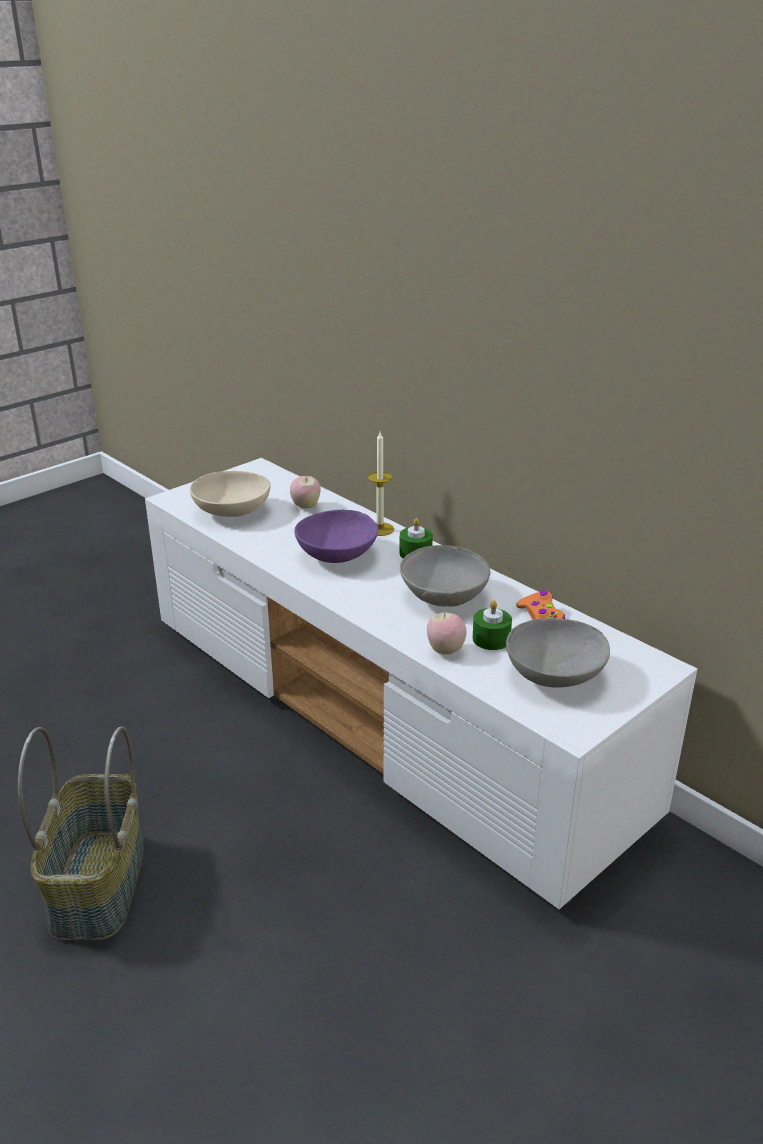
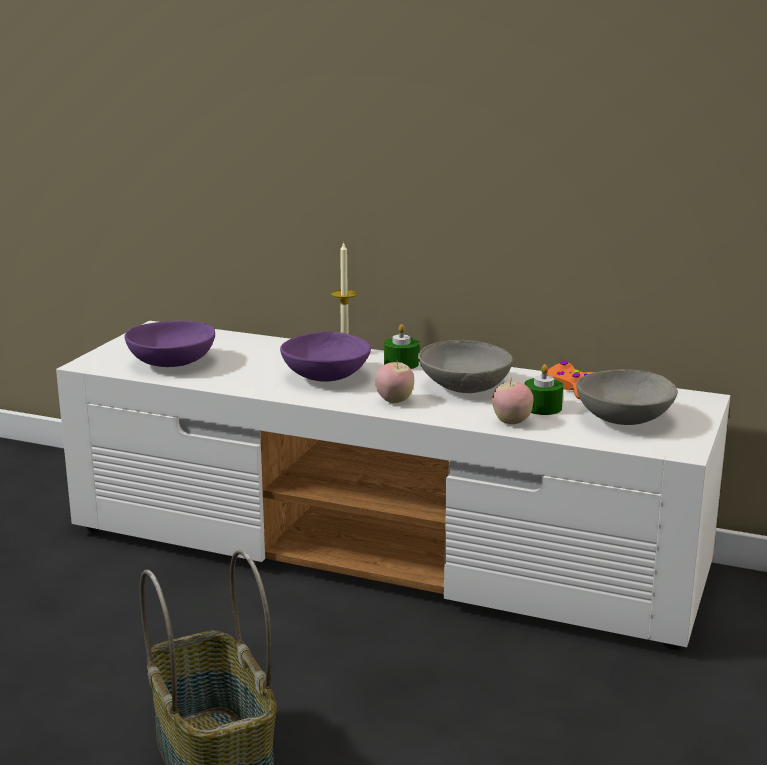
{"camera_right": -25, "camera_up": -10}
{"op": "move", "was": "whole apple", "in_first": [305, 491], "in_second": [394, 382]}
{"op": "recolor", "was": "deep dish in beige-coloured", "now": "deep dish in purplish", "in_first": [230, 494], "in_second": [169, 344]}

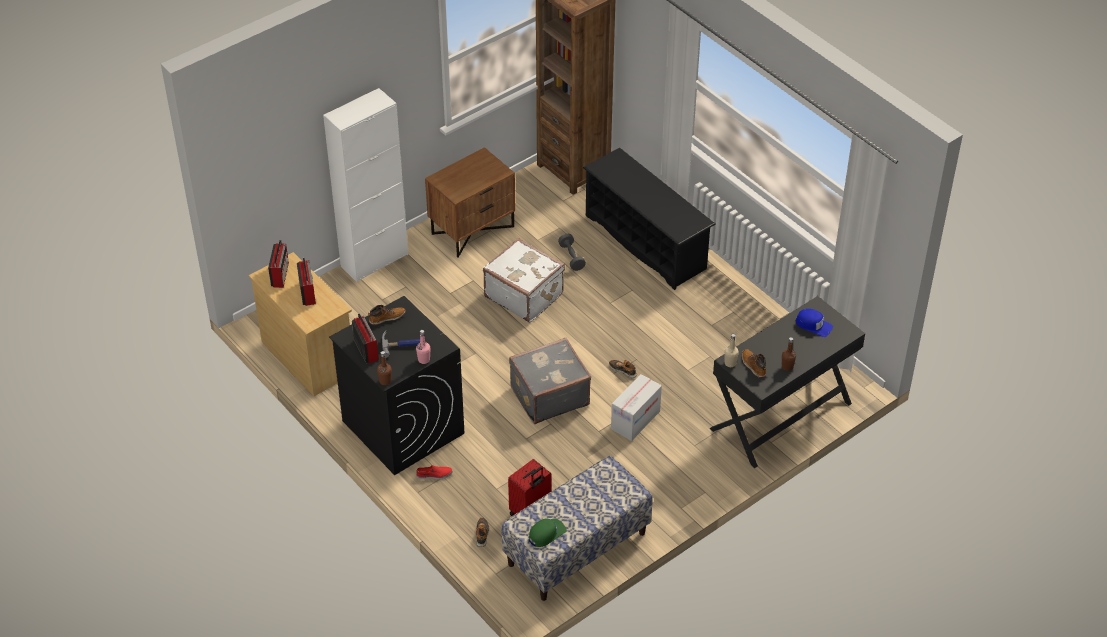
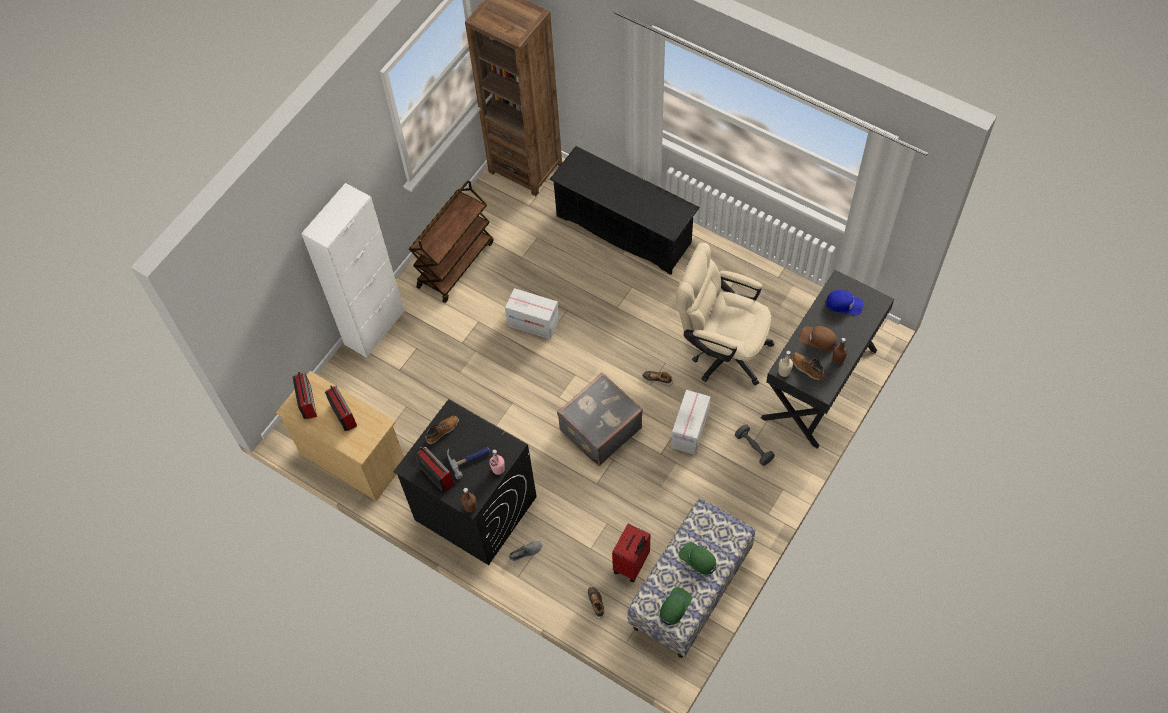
{"camera_right": -15, "camera_up": 15}
{"op": "insert", "now": "office chair in beige-coloured", "in_second": [725, 313]}
{"op": "insert", "now": "cap in green-coloured", "in_second": [697, 558]}
{"op": "insert", "now": "cap in brown-coloured", "in_second": [818, 338]}
{"op": "move", "was": "free weight in grey", "in_first": [572, 252], "in_second": [755, 445]}
{"op": "replace", "was": "night table in brown-coloured", "now": "trolley in brown-coloured", "in_first": [470, 202], "in_second": [451, 242]}
{"op": "replace", "was": "travel case in white", "now": "carton", "in_first": [524, 280], "in_second": [532, 313]}
{"op": "recolor", "was": "shoe in red", "now": "shoe in grey", "in_first": [434, 472], "in_second": [526, 551]}

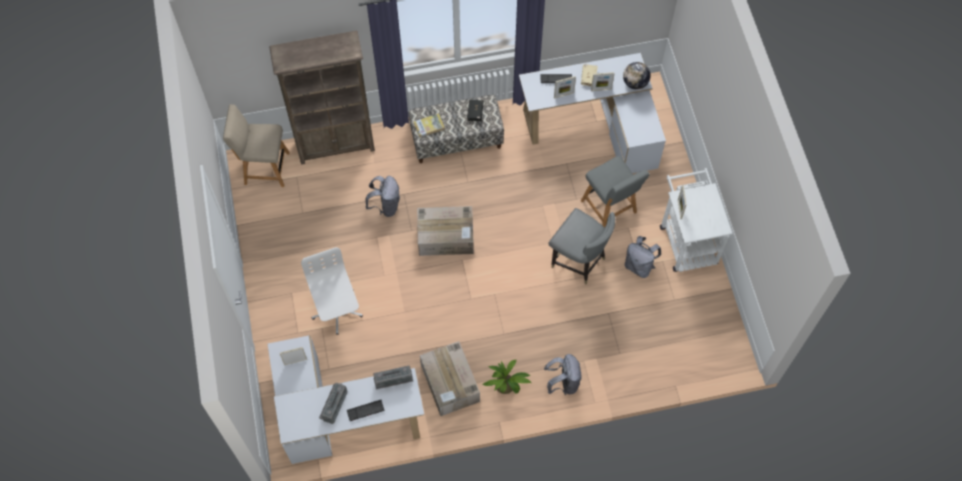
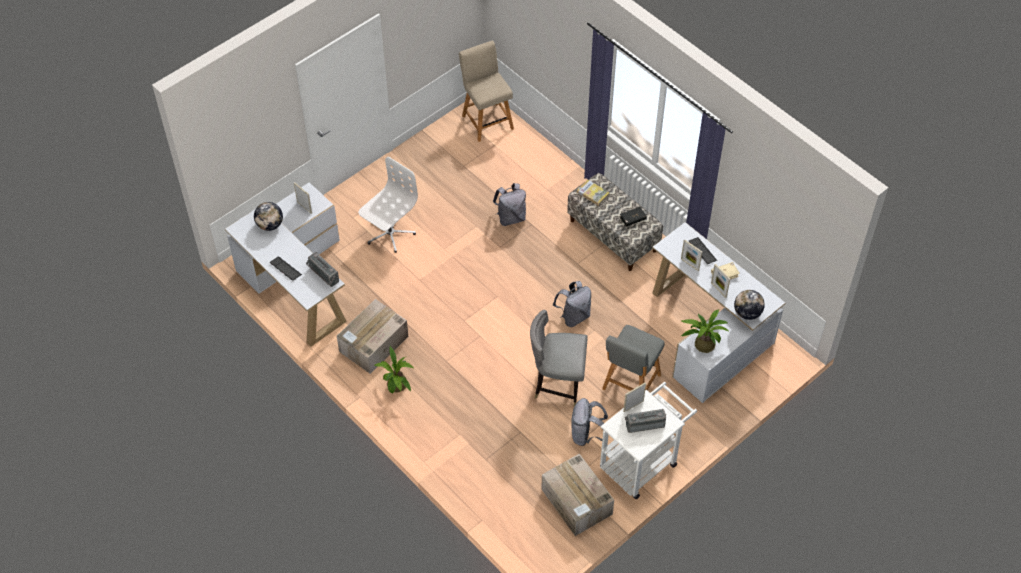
{"camera_right": 60, "camera_up": -10}
{"op": "delete", "was": "bookshelf in brown-coloured", "in_first": [322, 97]}
{"op": "insert", "now": "world globe", "in_second": [268, 216]}
{"op": "insert", "now": "houseplant", "in_second": [705, 331]}
{"op": "move", "was": "radio set", "in_first": [333, 403], "in_second": [645, 421]}
{"op": "move", "was": "carton", "in_first": [445, 231], "in_second": [577, 494]}
{"op": "move", "was": "knapsack in grey", "in_first": [563, 374], "in_second": [572, 304]}
{"op": "rotate", "was": "chair in grey", "in_first": [582, 246], "in_second": [559, 358], "clockwise": 90}

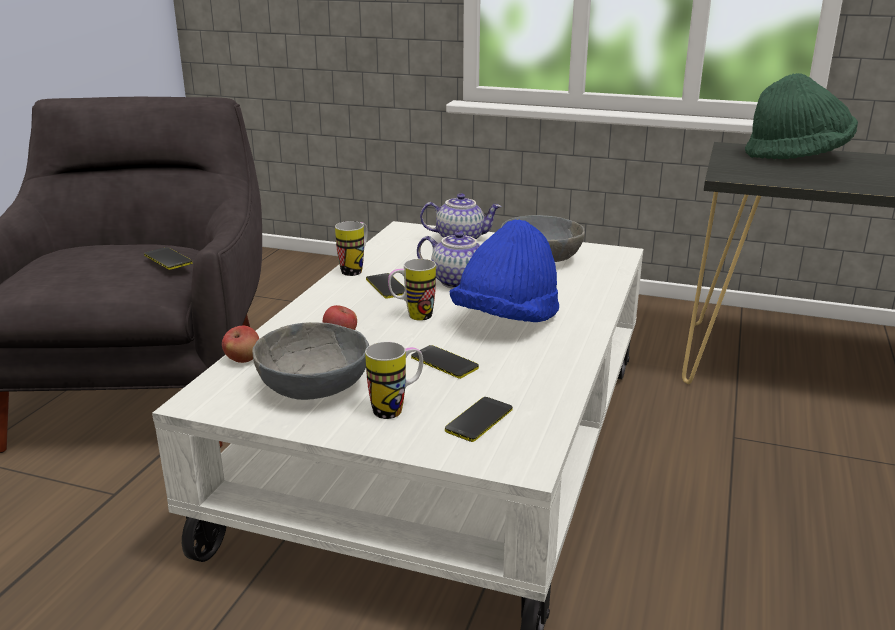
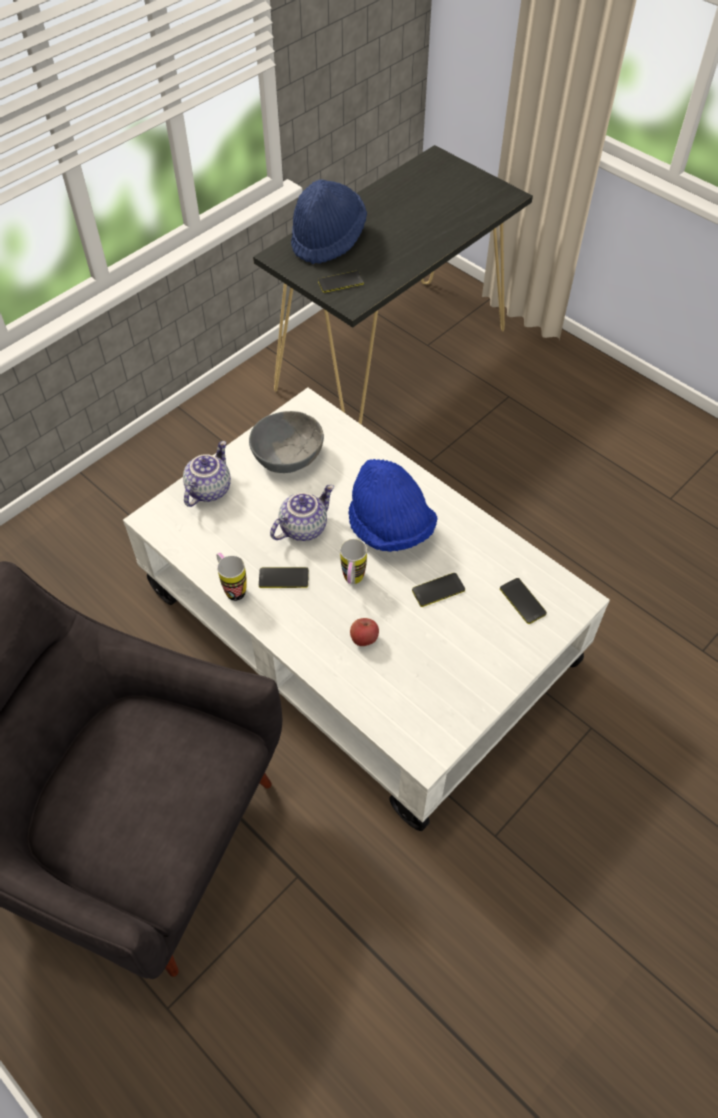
{"camera_right": -65, "camera_up": 30}
{"op": "delete", "was": "whole apple", "in_first": [240, 344]}
{"op": "delete", "was": "deep dish in grey", "in_first": [310, 361]}
{"op": "delete", "was": "mug", "in_first": [394, 380]}
{"op": "move", "was": "telephone", "in_first": [168, 258], "in_second": [341, 282]}
{"op": "recolor", "was": "wearable hat in green-coloured", "now": "wearable hat in bluish", "in_first": [801, 116], "in_second": [329, 221]}

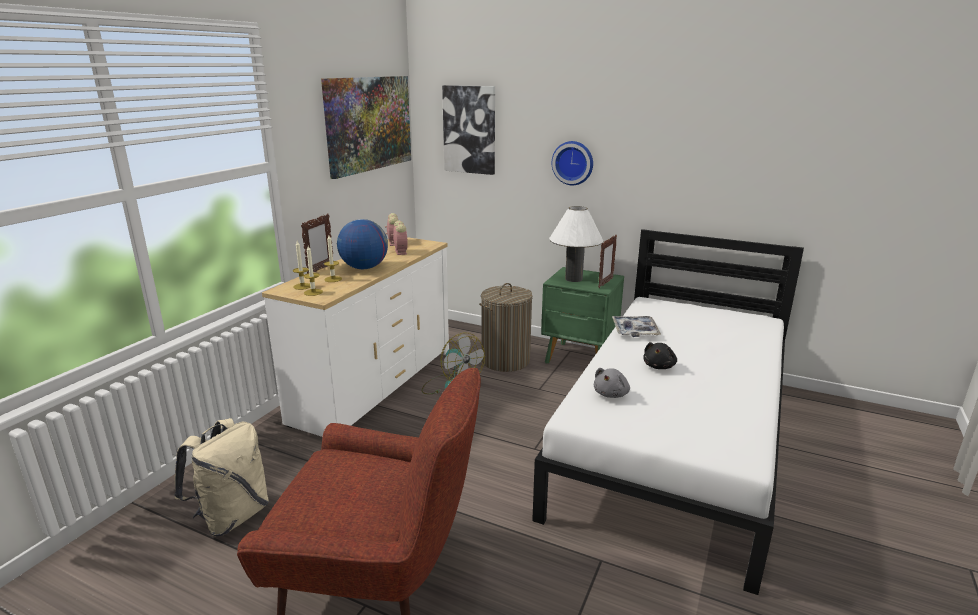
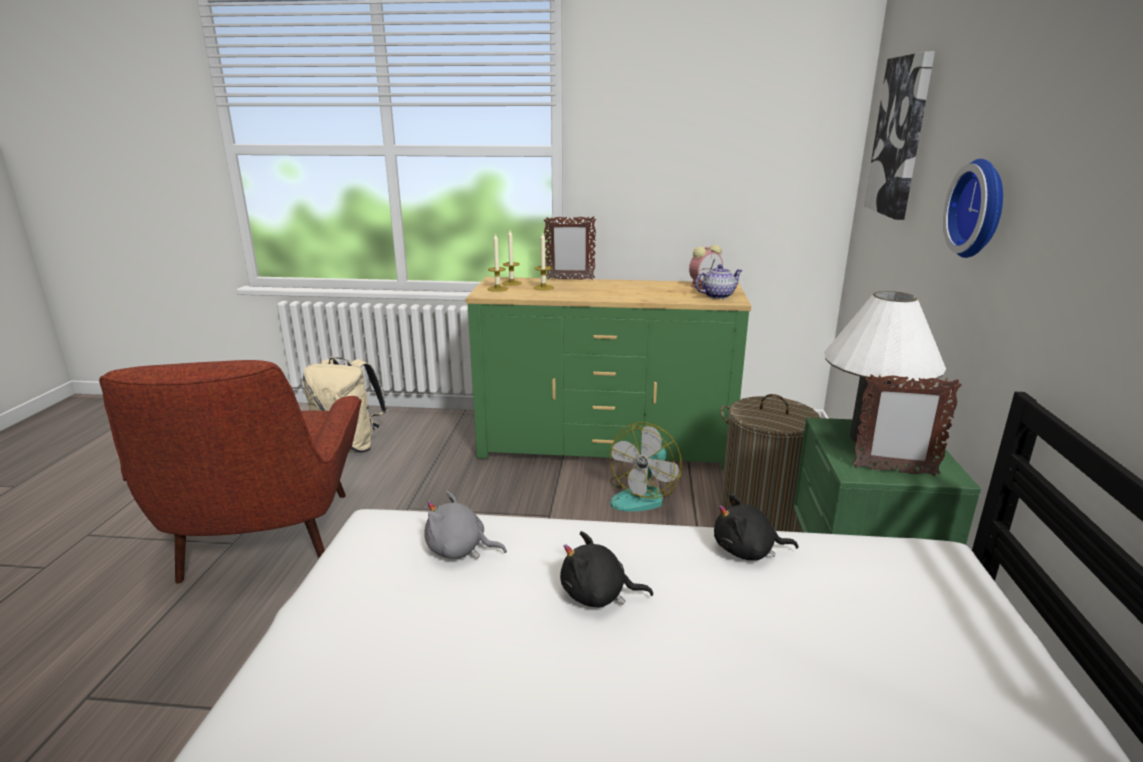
{"camera_right": 70, "camera_up": 0}
{"op": "delete", "was": "wall art", "in_first": [366, 127]}
{"op": "delete", "was": "world globe", "in_first": [362, 244]}
{"op": "delete", "was": "bedside clock", "in_first": [400, 238]}
{"op": "insert", "now": "teapot", "in_second": [719, 281]}
{"op": "replace", "was": "carrying tray", "now": "soft toy in black-coloured", "in_first": [636, 326], "in_second": [756, 527]}
{"op": "recolor", "was": "chest of drawers in white", "now": "chest of drawers in green-coloured", "in_first": [355, 337], "in_second": [608, 373]}

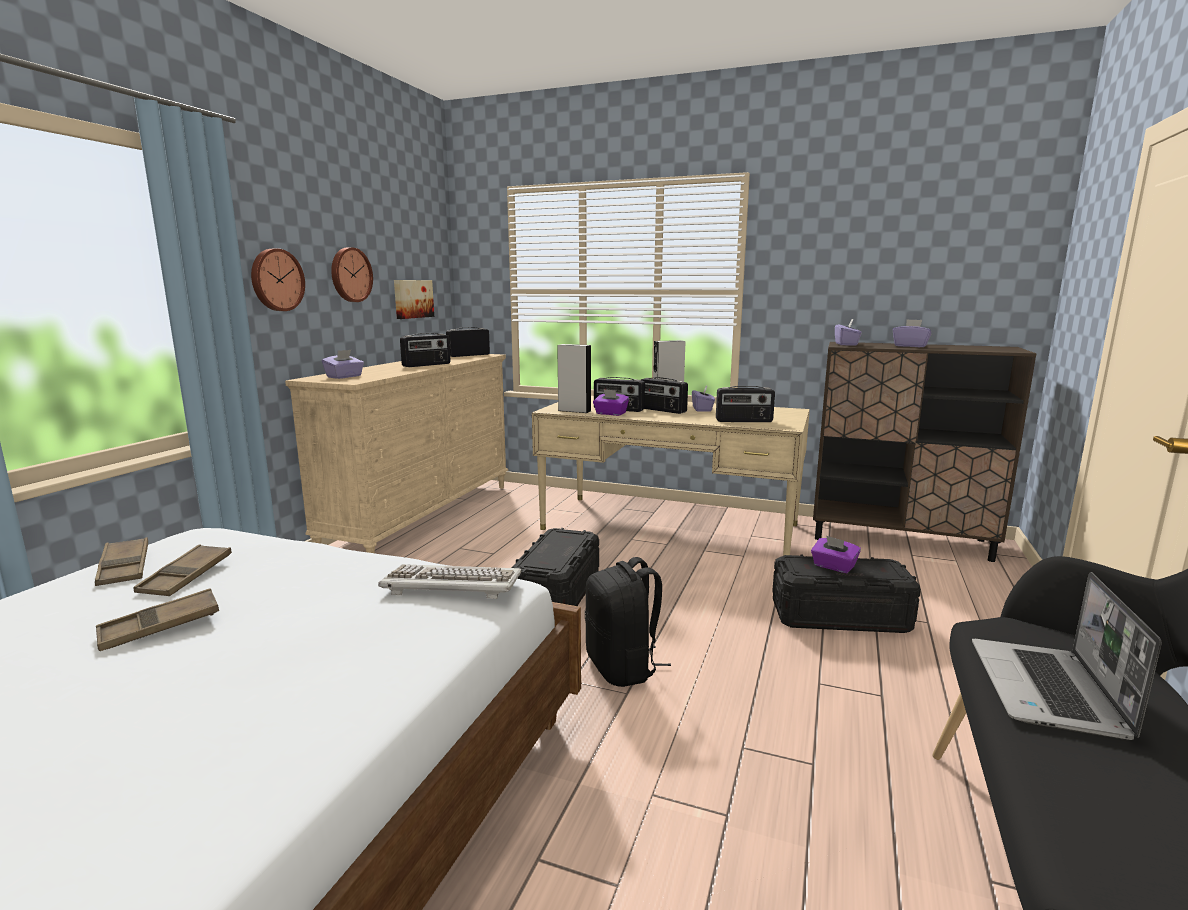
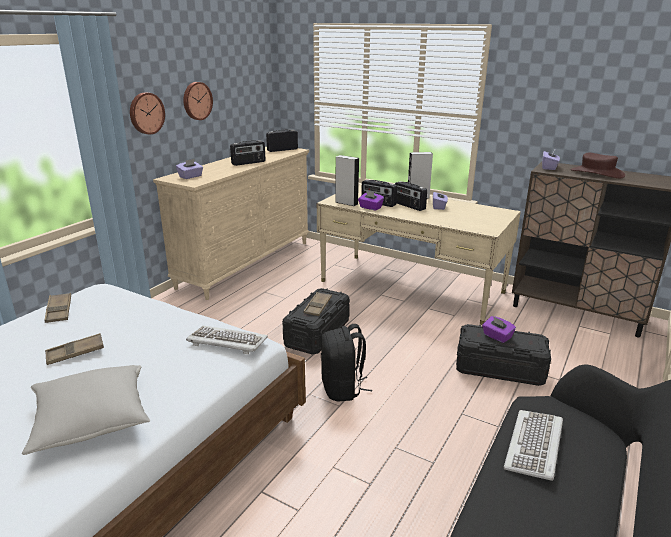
{"camera_right": 10, "camera_up": 10}
{"op": "delete", "was": "wall art", "in_first": [414, 299]}
{"op": "delete", "was": "radio set", "in_first": [745, 404]}
{"op": "insert", "now": "throw pillow in grey", "in_second": [86, 410]}
{"op": "move", "was": "carrying tray in brown-coloured", "in_first": [182, 570], "in_second": [317, 304]}
{"op": "replace", "was": "tissue holder in purplish", "now": "wearable hat in brown-coloured", "in_first": [912, 333], "in_second": [598, 165]}
{"op": "replace", "was": "portable computer", "now": "PC keyboard", "in_first": [1066, 656], "in_second": [533, 445]}

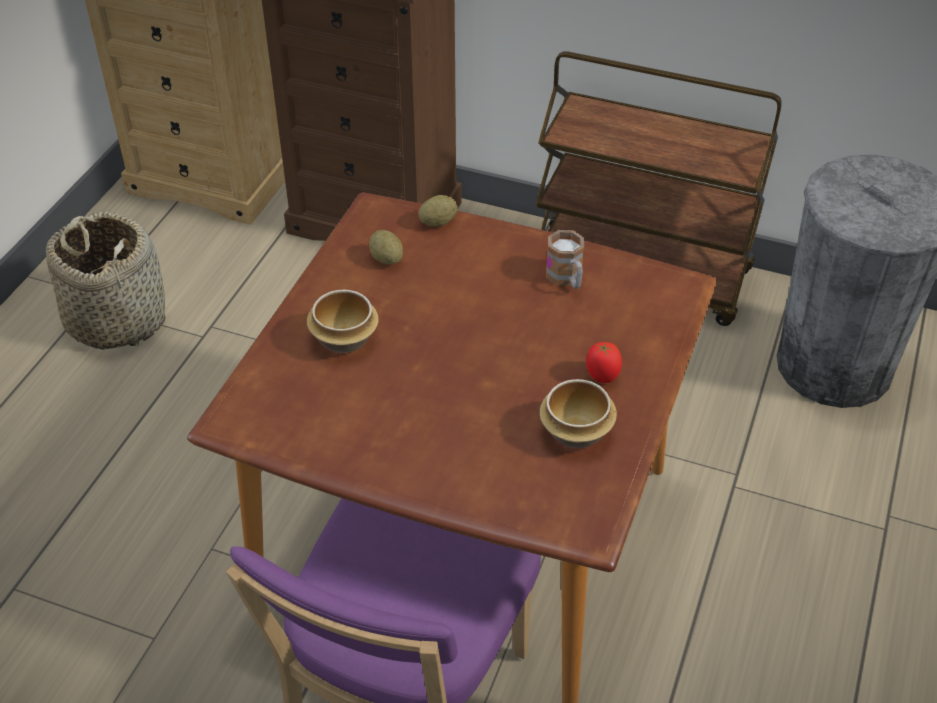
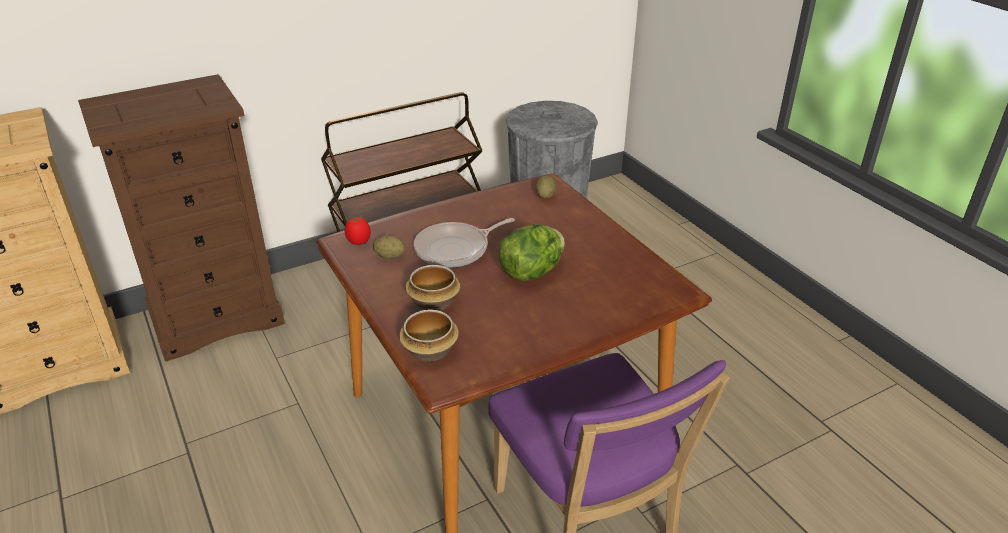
{"camera_right": -50, "camera_up": -10}
{"op": "delete", "was": "basket", "in_first": [105, 280]}
{"op": "delete", "was": "mug", "in_first": [565, 259]}
{"op": "insert", "now": "frying pan", "in_second": [464, 243]}
{"op": "insert", "now": "lettuce", "in_second": [531, 252]}
{"op": "move", "was": "whole potato", "in_first": [438, 210], "in_second": [546, 187]}
{"op": "move", "was": "deep dish", "in_first": [578, 413], "in_second": [429, 336]}
{"op": "move", "was": "fresh tomato", "in_first": [604, 362], "in_second": [358, 231]}

